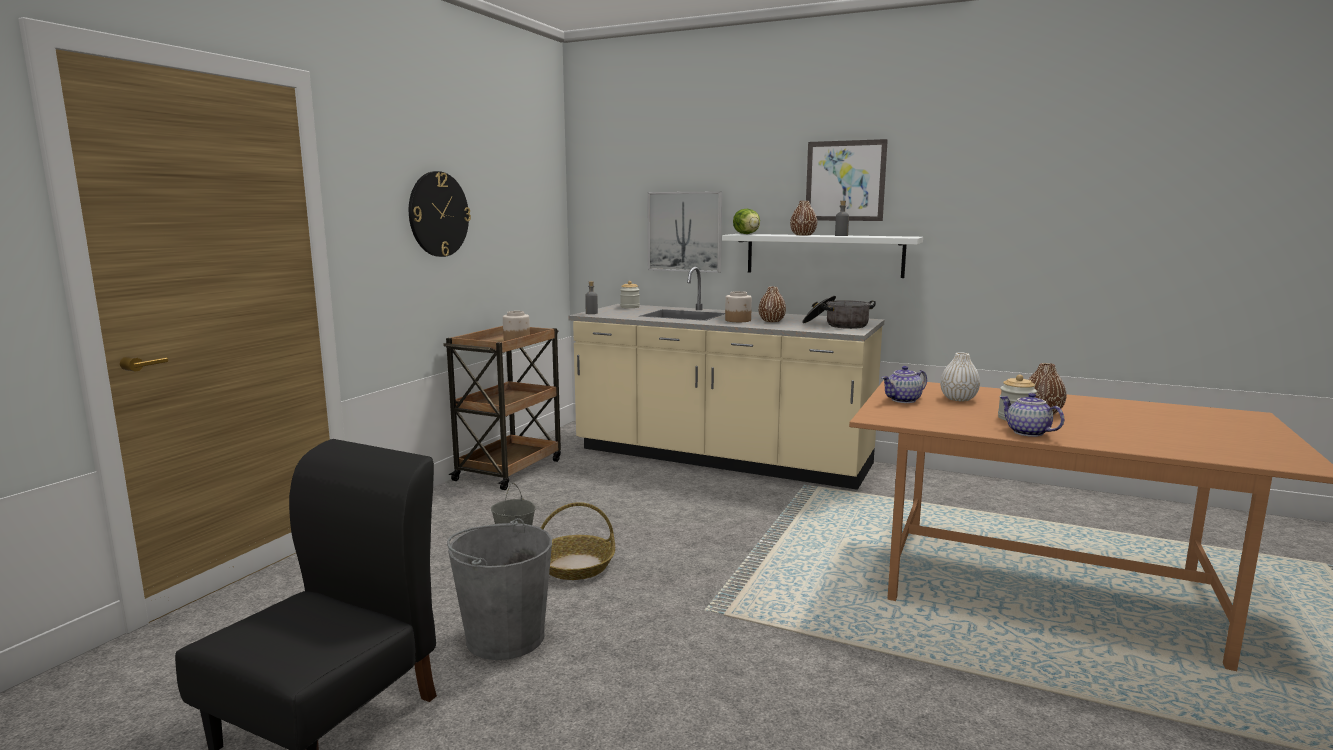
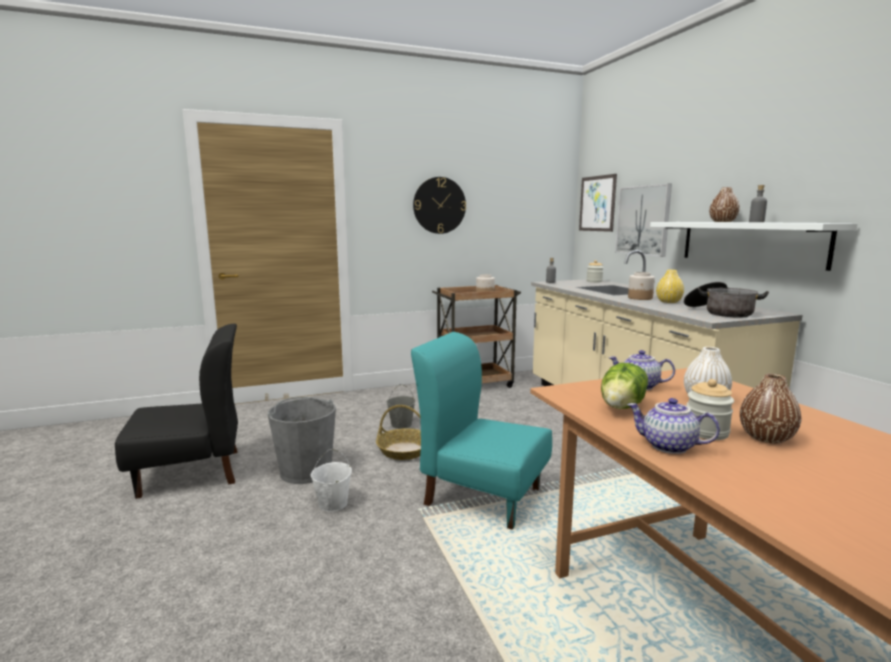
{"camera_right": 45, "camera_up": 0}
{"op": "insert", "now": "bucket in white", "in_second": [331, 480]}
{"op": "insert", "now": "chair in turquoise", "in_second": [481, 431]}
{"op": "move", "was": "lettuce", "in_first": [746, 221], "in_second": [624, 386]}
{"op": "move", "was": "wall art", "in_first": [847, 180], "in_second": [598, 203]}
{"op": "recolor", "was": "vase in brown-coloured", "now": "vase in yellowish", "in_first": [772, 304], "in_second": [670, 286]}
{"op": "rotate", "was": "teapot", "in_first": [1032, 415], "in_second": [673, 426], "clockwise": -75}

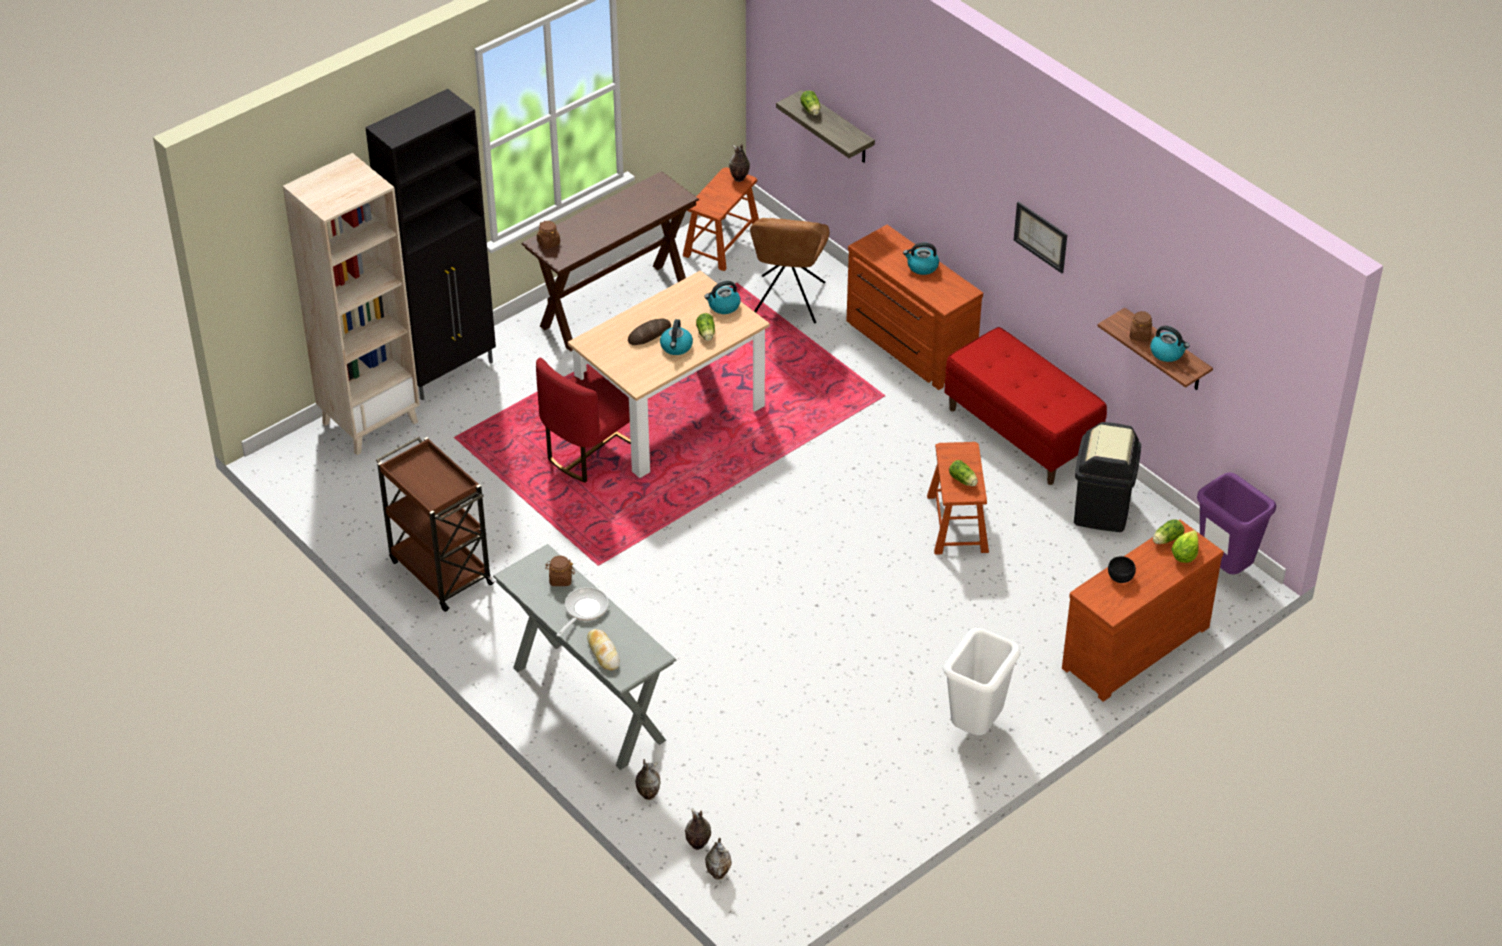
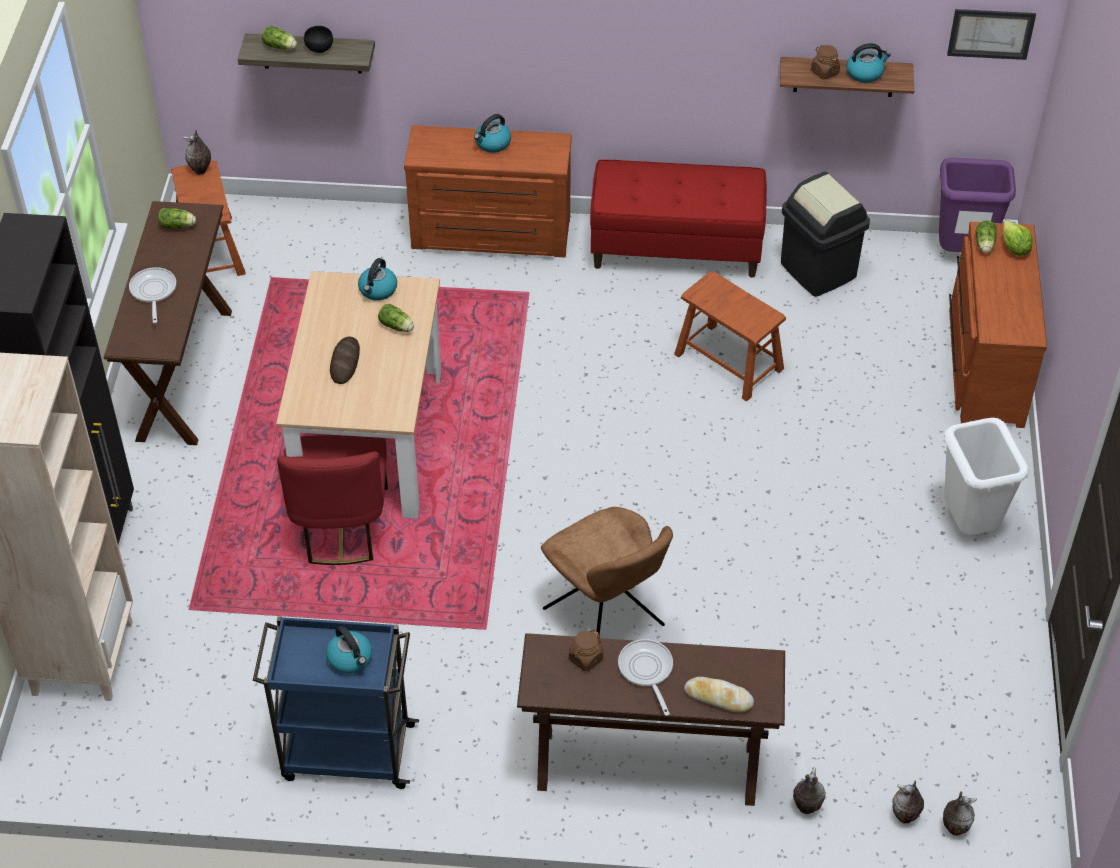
{"camera_right": -45, "camera_up": 5}
{"op": "delete", "was": "storage jar in brown-coloured", "in_first": [548, 235]}
{"op": "insert", "now": "frying pan", "in_second": [152, 295]}
{"op": "move", "was": "kettle", "in_first": [676, 337], "in_second": [349, 650]}
{"op": "move", "was": "chair in brown-coloured", "in_first": [790, 271], "in_second": [607, 572]}
{"op": "move", "was": "lettuce", "in_first": [963, 473], "in_second": [177, 218]}
{"op": "move", "was": "wall art", "in_first": [1040, 237], "in_second": [991, 34]}
{"op": "move", "was": "deep dish in black-coloured", "in_first": [1122, 569], "in_second": [318, 39]}
{"op": "recolor", "was": "trolley in brown-coloured", "now": "trolley in bluish", "in_first": [435, 524], "in_second": [336, 702]}
{"op": "recolor", "was": "narrow table in grey", "now": "narrow table in brown-coloured", "in_first": [585, 657], "in_second": [651, 719]}

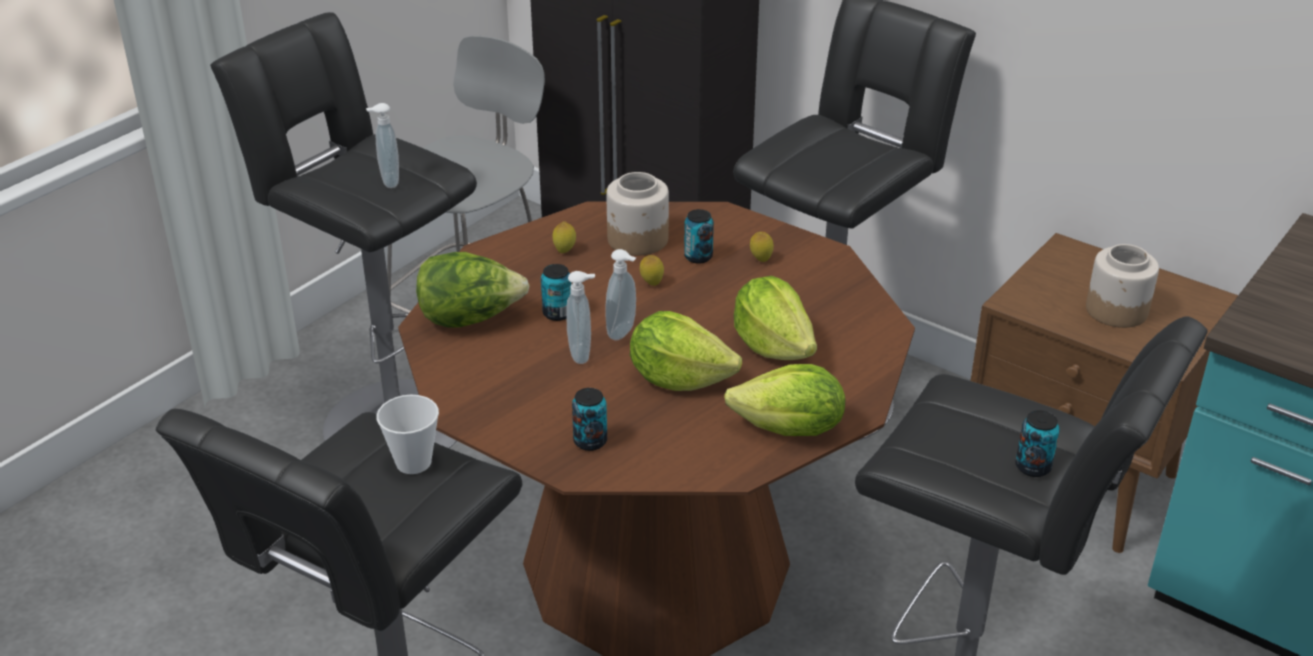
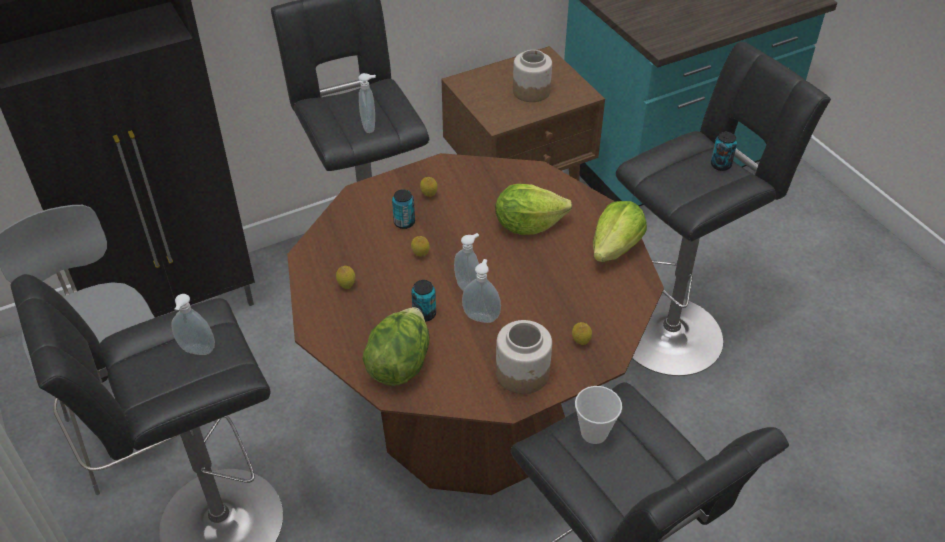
{"camera_right": -65, "camera_up": 10}
{"op": "delete", "was": "lettuce", "in_first": [686, 351]}
{"op": "insert", "now": "liquid soap bottle", "in_second": [367, 103]}
{"op": "move", "was": "storage jar", "in_first": [637, 214], "in_second": [524, 357]}
{"op": "replace", "was": "sealed can", "now": "whole lemon", "in_first": [589, 419], "in_second": [582, 333]}

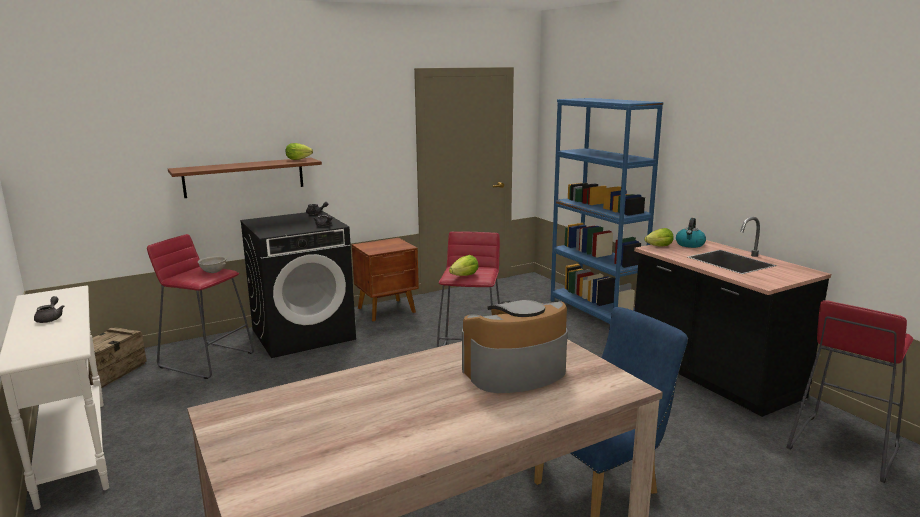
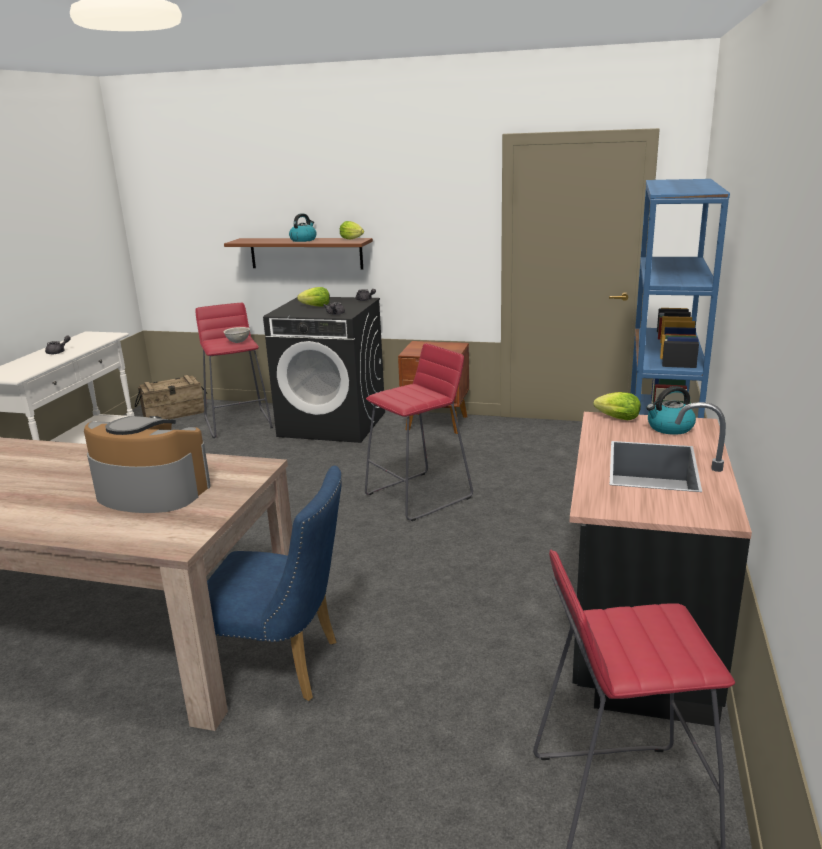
{"camera_right": 45, "camera_up": 5}
{"op": "insert", "now": "kettle", "in_second": [302, 227]}
{"op": "move", "was": "lettuce", "in_first": [464, 265], "in_second": [313, 297]}

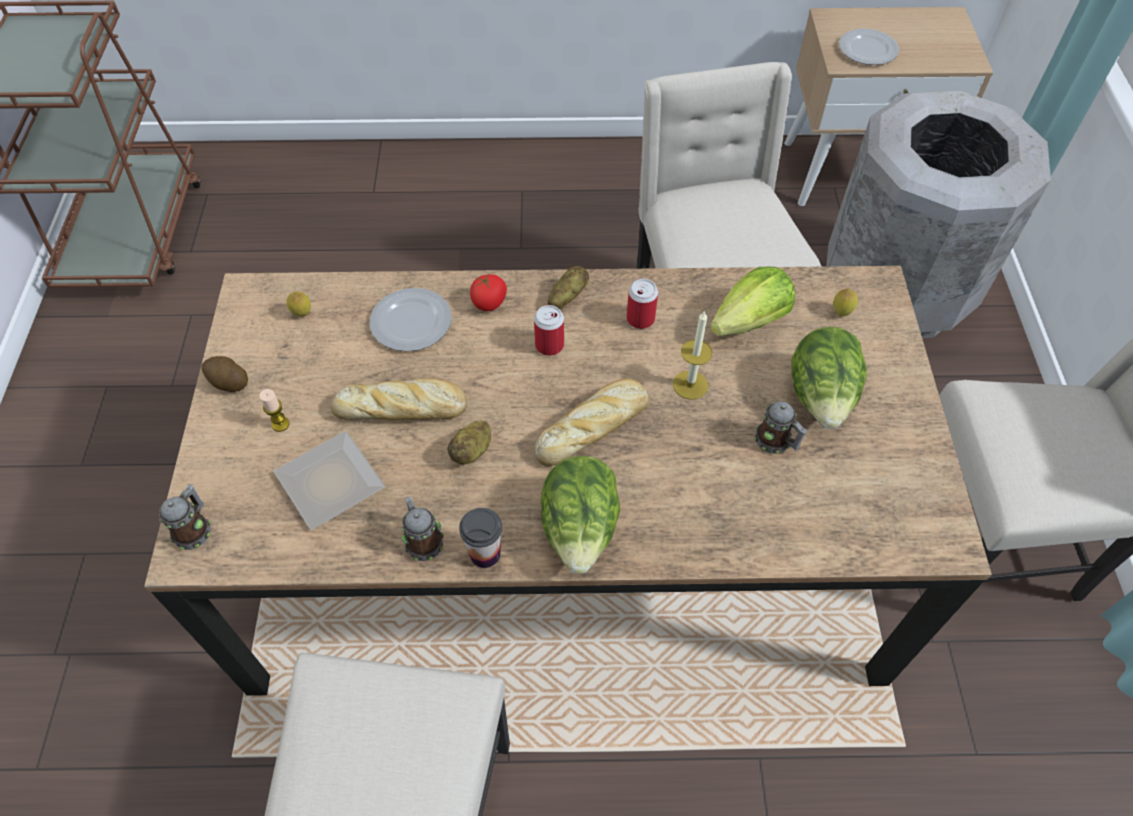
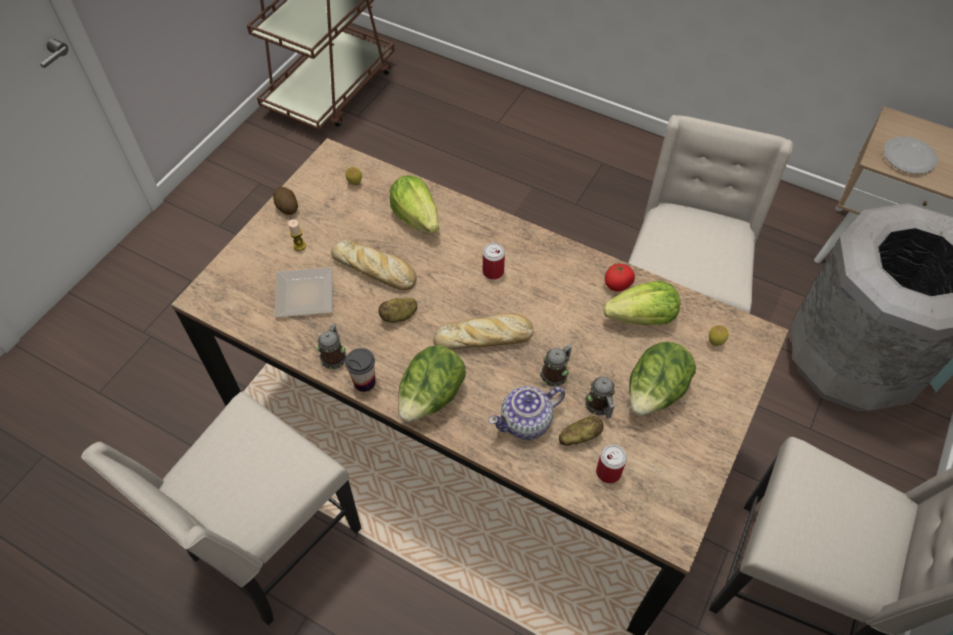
{"camera_right": 30, "camera_up": 0}
{"op": "delete", "was": "candle", "in_first": [693, 355]}
{"op": "insert", "now": "teapot", "in_second": [527, 413]}
{"op": "move", "was": "mug", "in_first": [185, 517], "in_second": [556, 365]}
{"op": "move", "was": "fresh tomato", "in_first": [488, 292], "in_second": [620, 278]}
{"op": "move", "was": "whole potato", "in_first": [568, 287], "in_second": [581, 431]}
{"op": "move", "was": "sealed can", "in_first": [642, 304], "in_second": [611, 464]}
{"op": "replace", "was": "dinner plate", "now": "lettuce", "in_first": [411, 320], "in_second": [414, 204]}

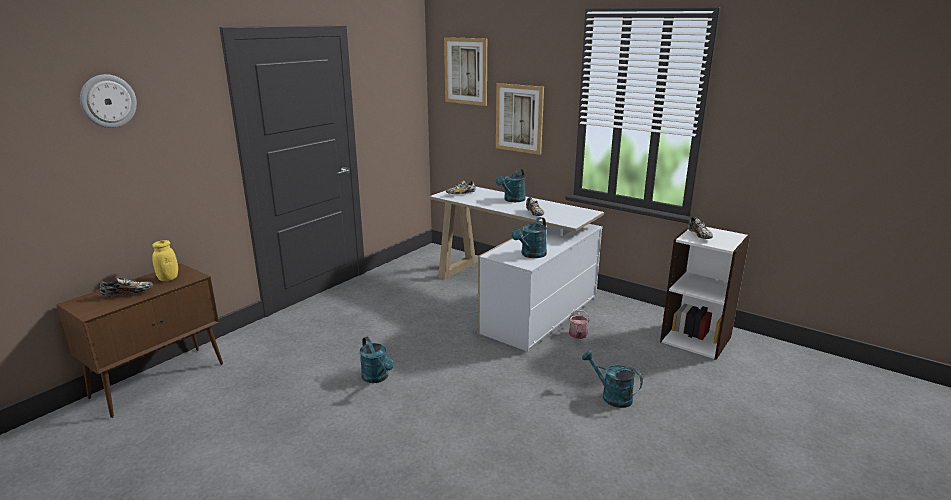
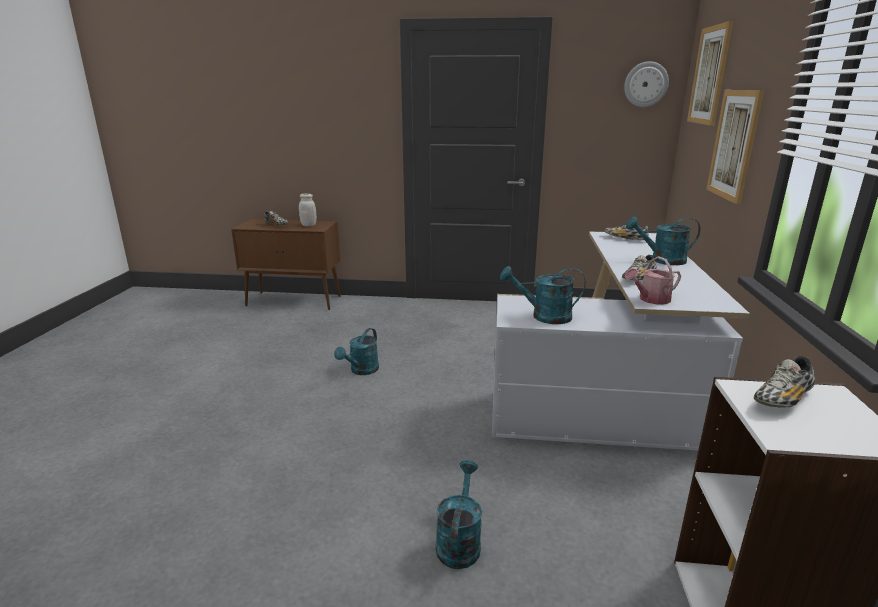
{"camera_right": 60, "camera_up": 0}
{"op": "move", "was": "clock on the wall", "in_first": [108, 101], "in_second": [646, 84]}
{"op": "move", "was": "watering pot", "in_first": [579, 324], "in_second": [653, 280]}
{"op": "recolor", "was": "storage jar in yellowish", "now": "storage jar in white", "in_first": [165, 260], "in_second": [308, 210]}

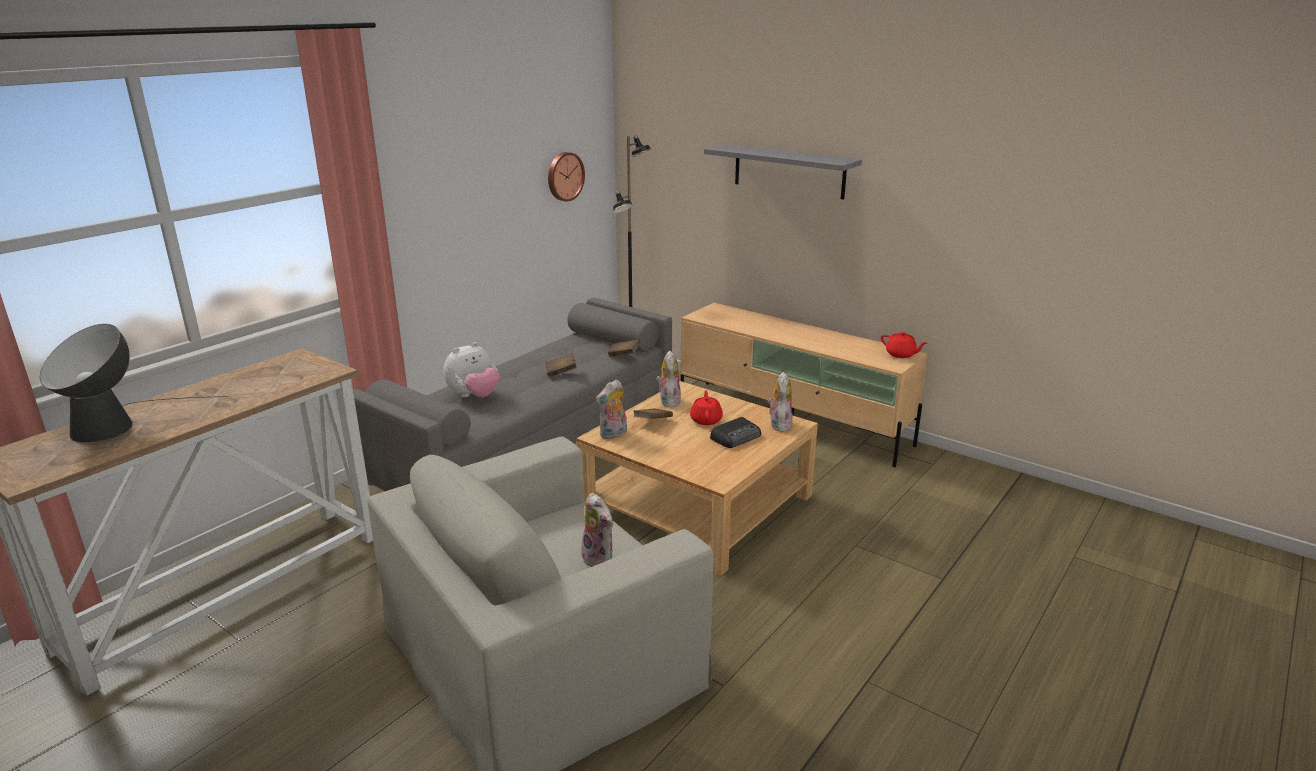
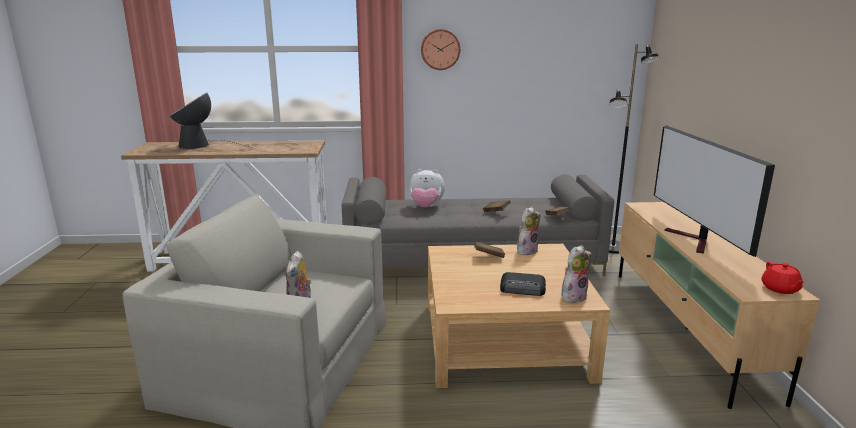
{"camera_right": 50, "camera_up": -5}
{"op": "delete", "was": "soft toy", "in_first": [611, 409]}
{"op": "delete", "was": "teapot in red", "in_first": [706, 407]}
{"op": "delete", "was": "shelf in grey", "in_first": [783, 172]}
{"op": "insert", "now": "television", "in_second": [714, 191]}
{"op": "move", "was": "clock on the wall", "in_first": [566, 176], "in_second": [440, 49]}

